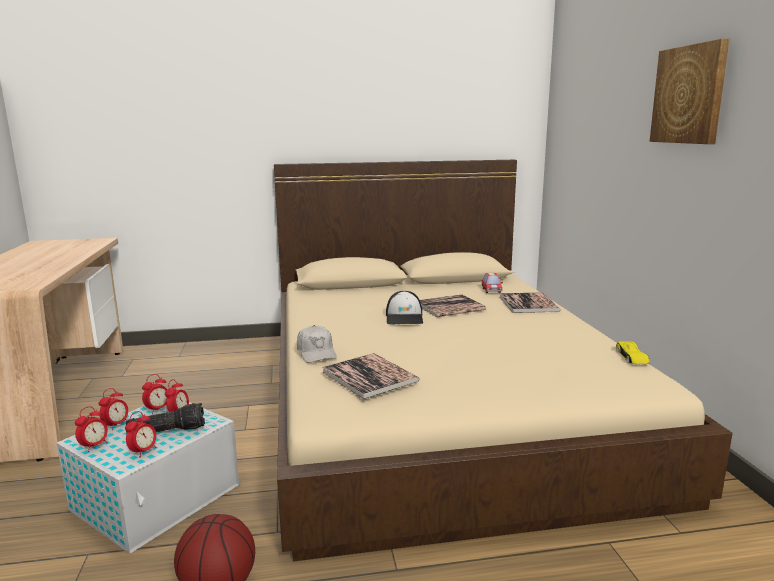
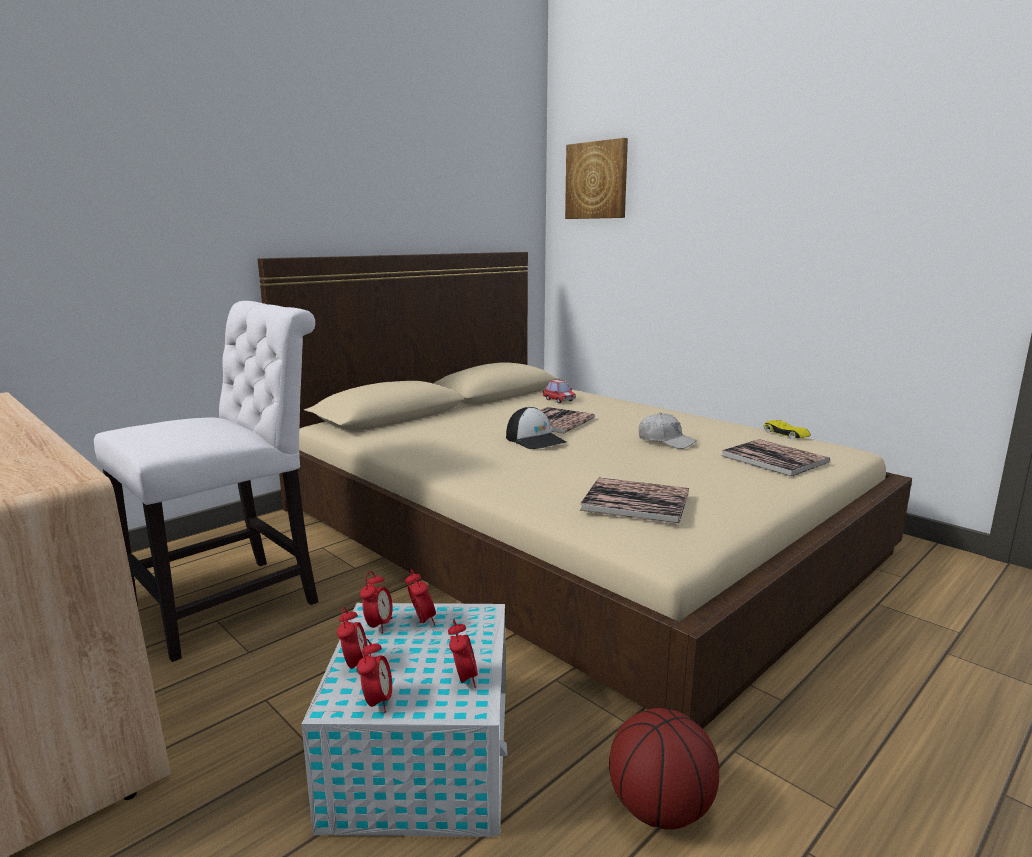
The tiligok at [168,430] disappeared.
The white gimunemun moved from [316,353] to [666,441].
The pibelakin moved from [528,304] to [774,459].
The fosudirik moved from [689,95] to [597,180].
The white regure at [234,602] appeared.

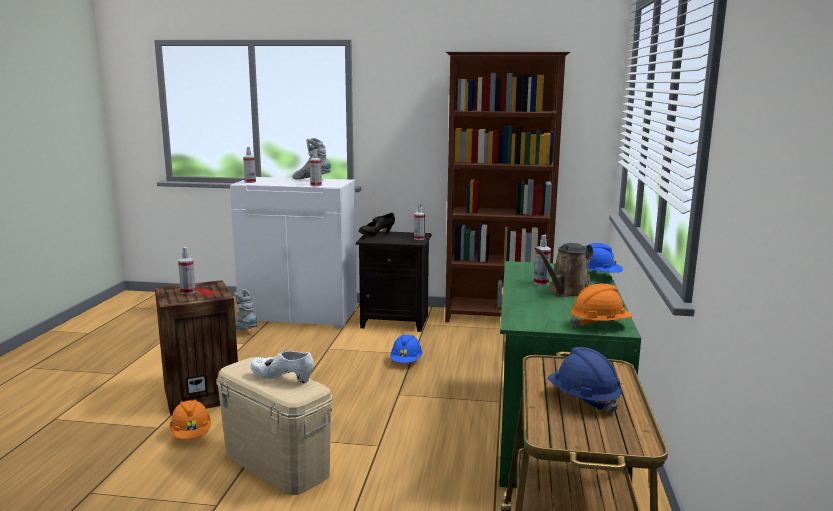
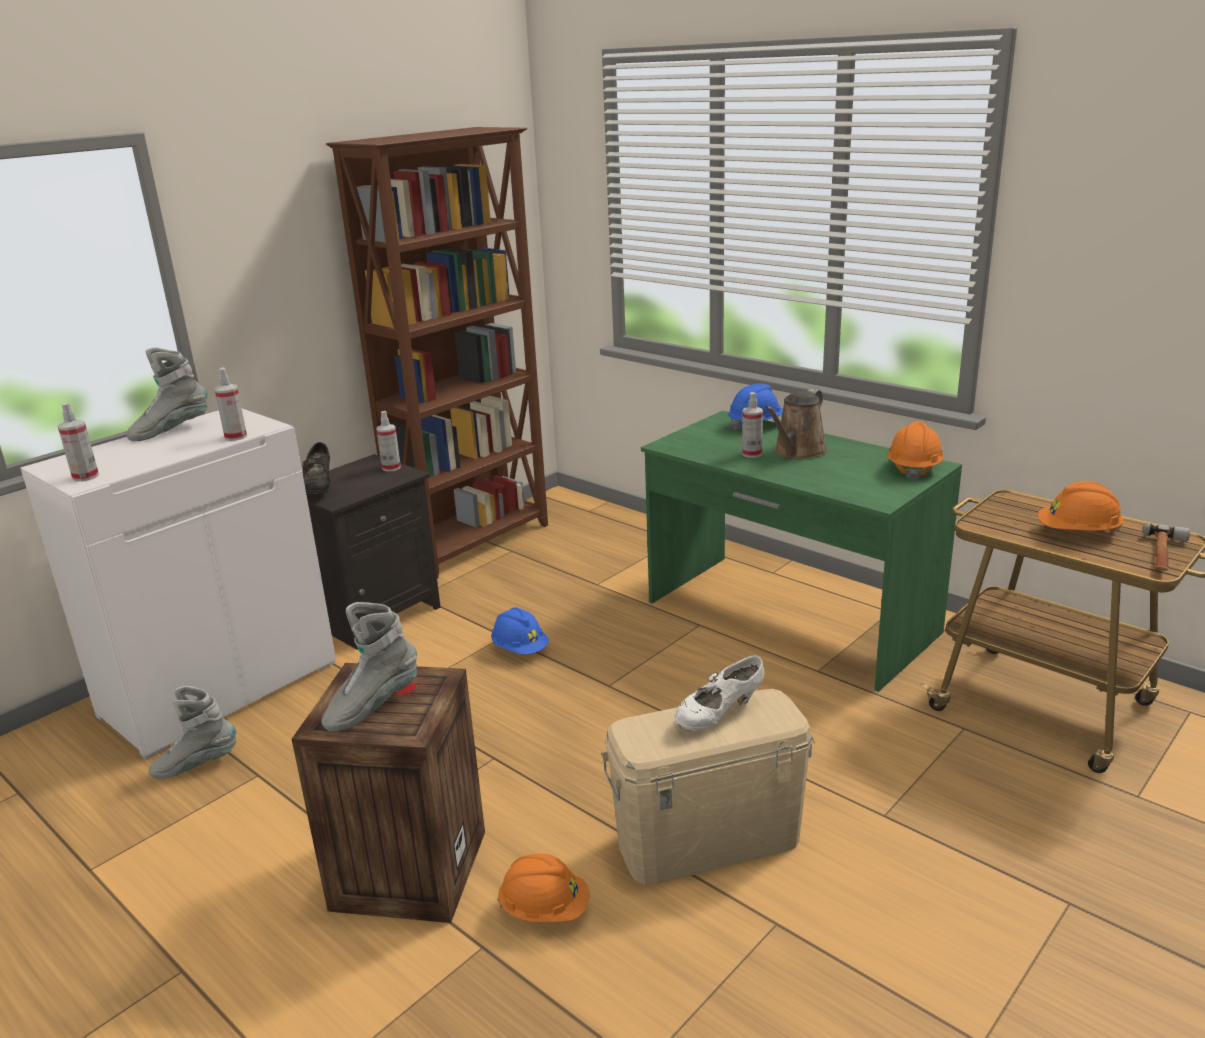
The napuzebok at [188,292] was replaced by the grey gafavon at [372,706].
The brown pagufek at [567,292] turned 45 degrees clockwise.
The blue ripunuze at [583,399] became the orange ripunuze at [1078,533].
The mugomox at [1163,554] appeared.

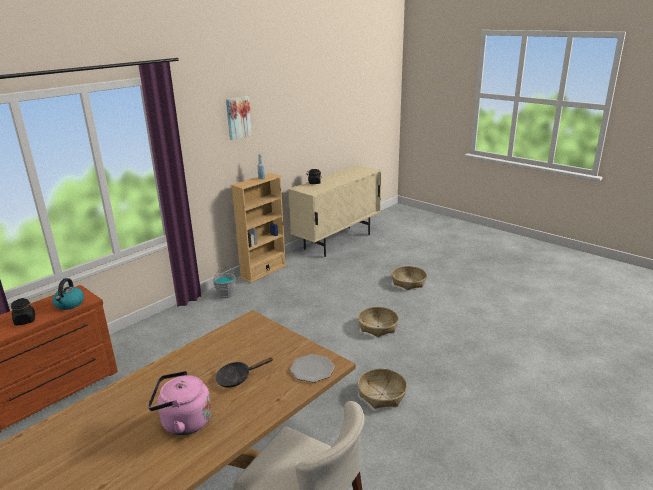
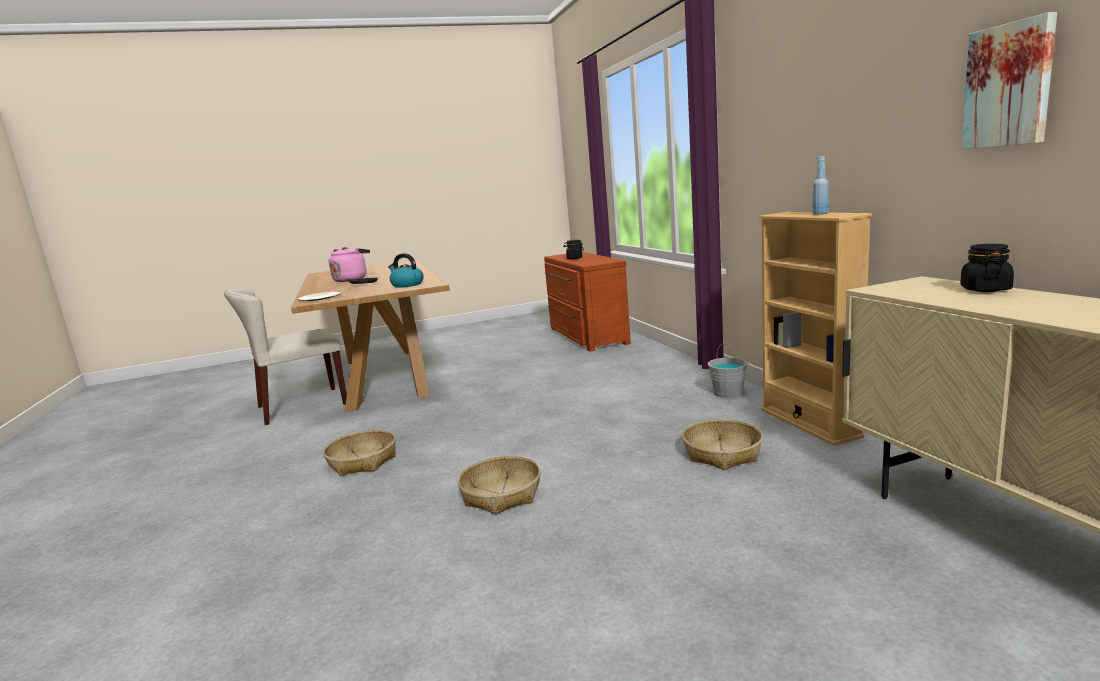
The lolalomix moved from [69,304] to [407,285].
The fosudirik moved from [238,117] to [1009,85].
The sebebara moved from [408,282] to [722,454].

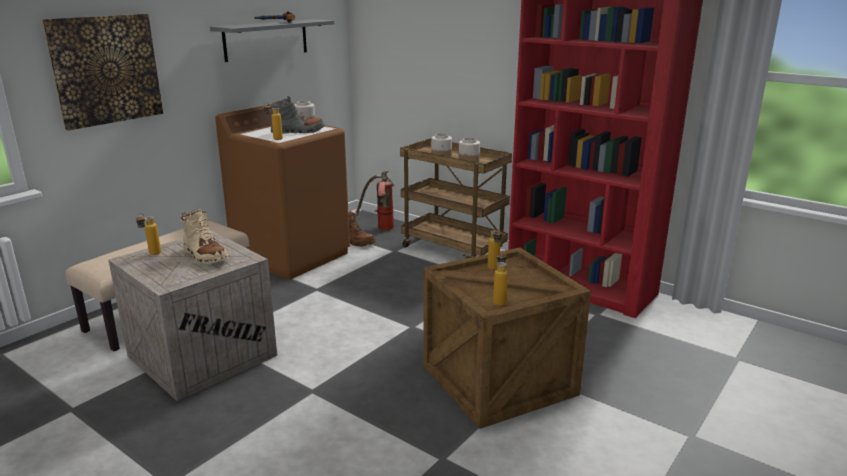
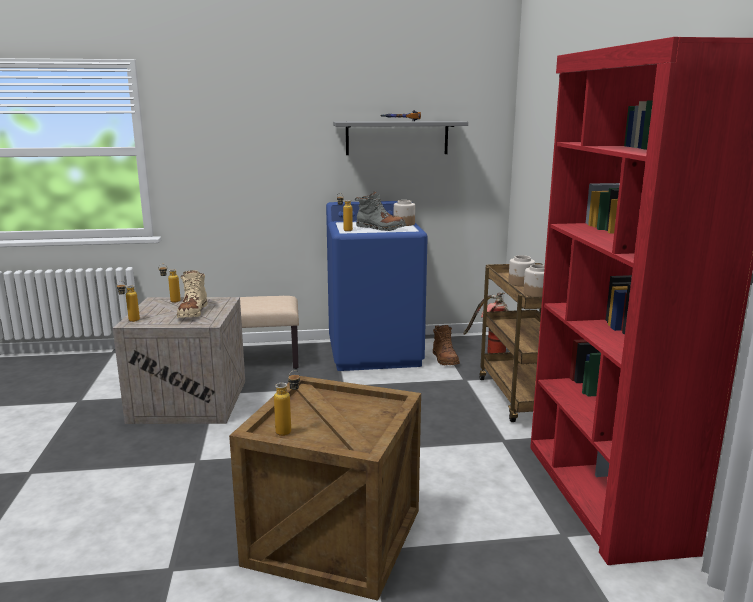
The fosudirik at [106,70] disappeared.
The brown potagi at [292,255] became the blue potagi at [375,352].
The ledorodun moved from [494,270] to [130,321].

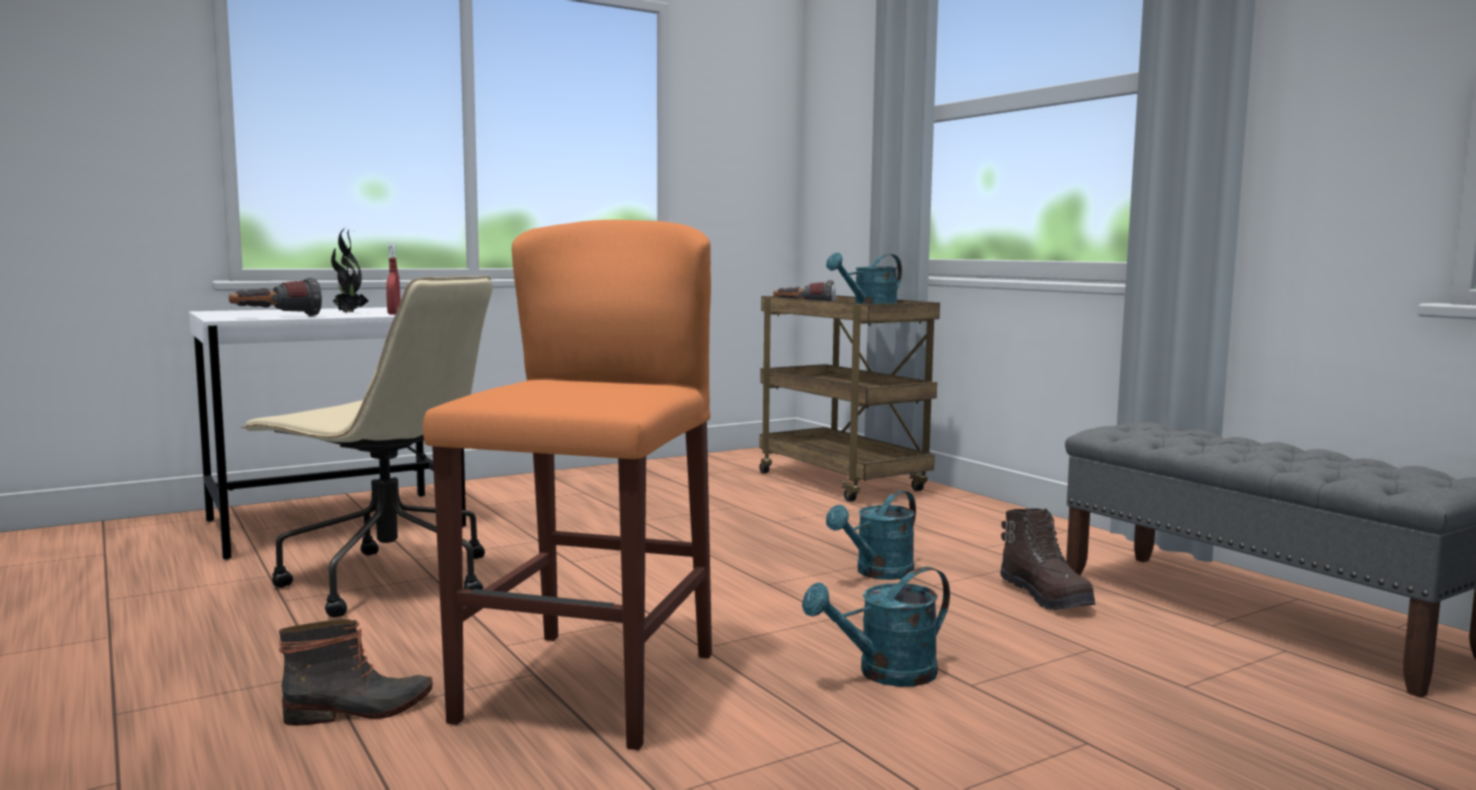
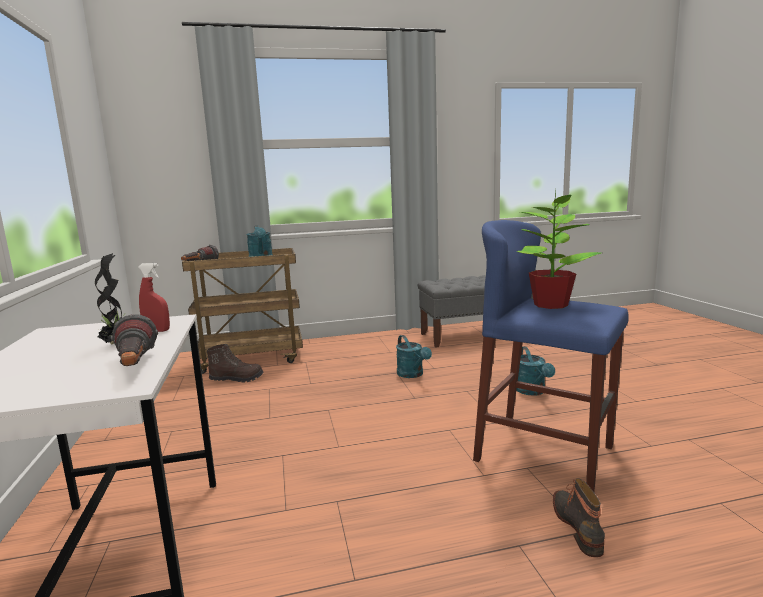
The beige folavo at [386,581] disappeared.
The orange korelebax at [588,687] became the blue korelebax at [544,453].
The brown gafavon moved from [1046,597] to [237,379].
The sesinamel at [551,304] appeared.

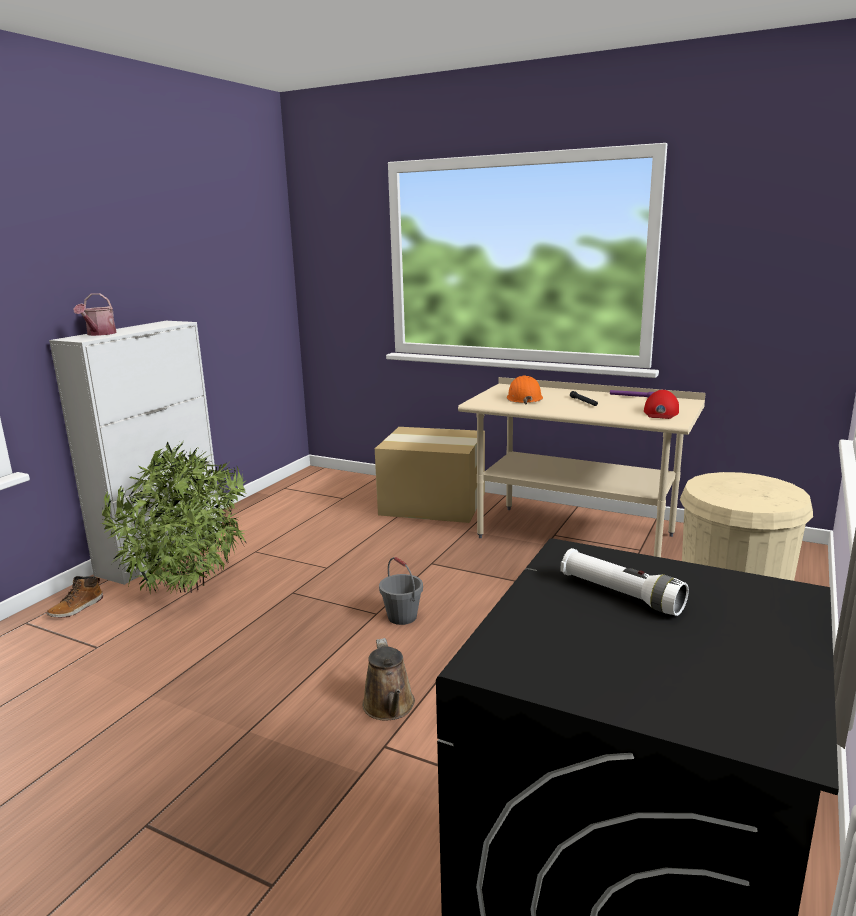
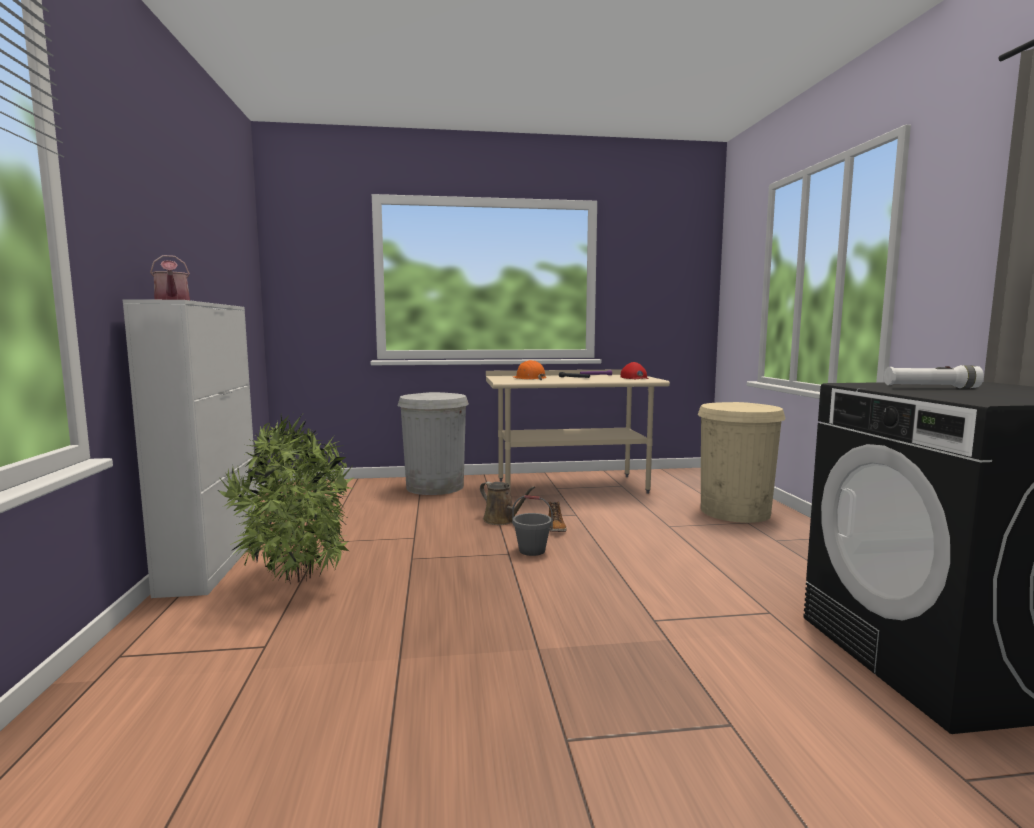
The gafavon moved from [77,608] to [556,527].
The brown pagufek moved from [389,707] to [502,520].
The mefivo at [431,503] was replaced by the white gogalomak at [434,487].

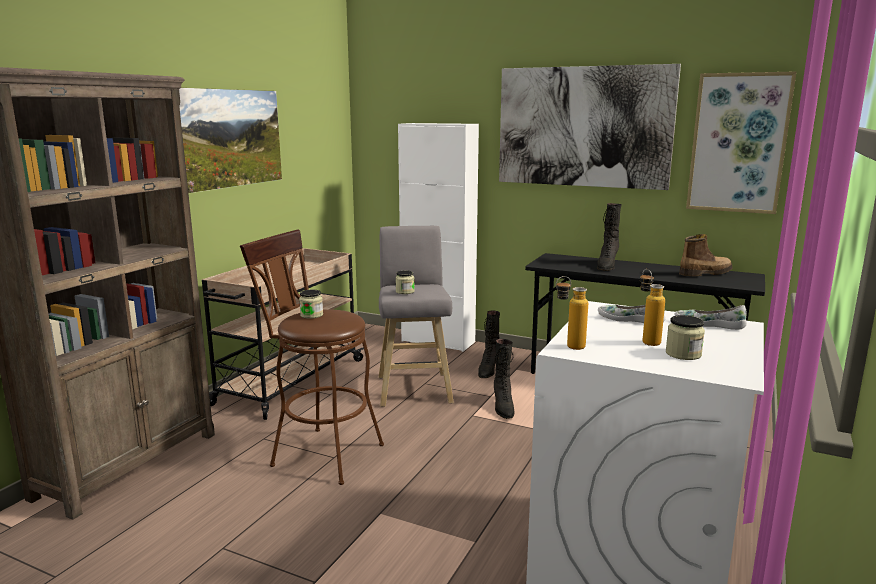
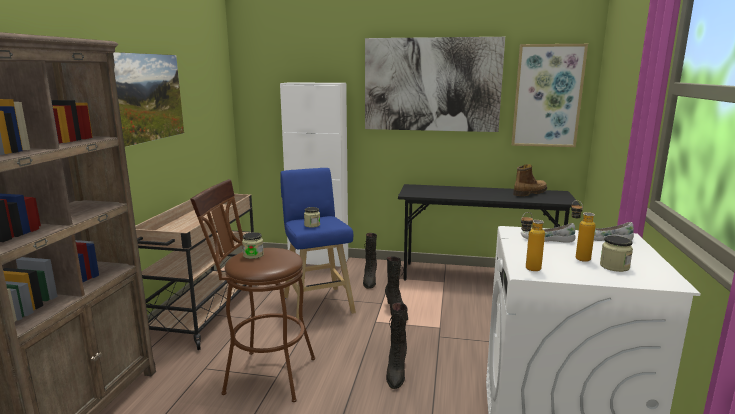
The grey korelebax at [414,387] became the blue korelebax at [317,303].
The black gafavon moved from [606,266] to [396,372].

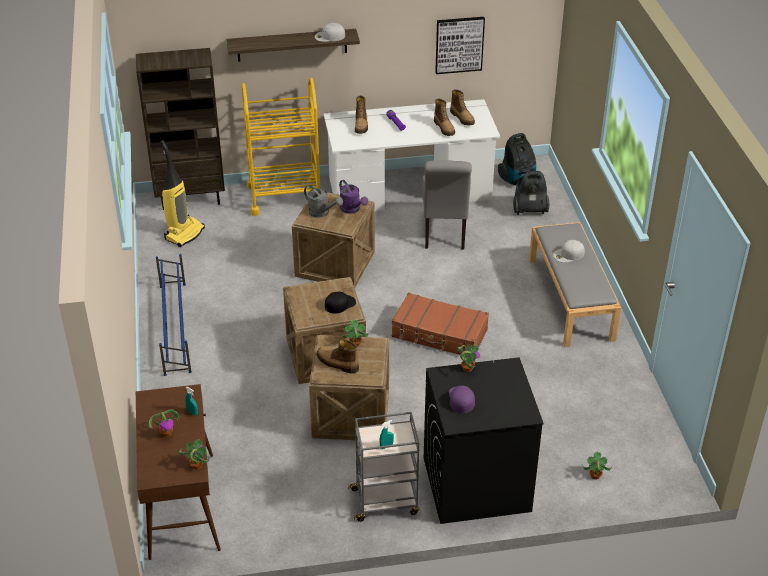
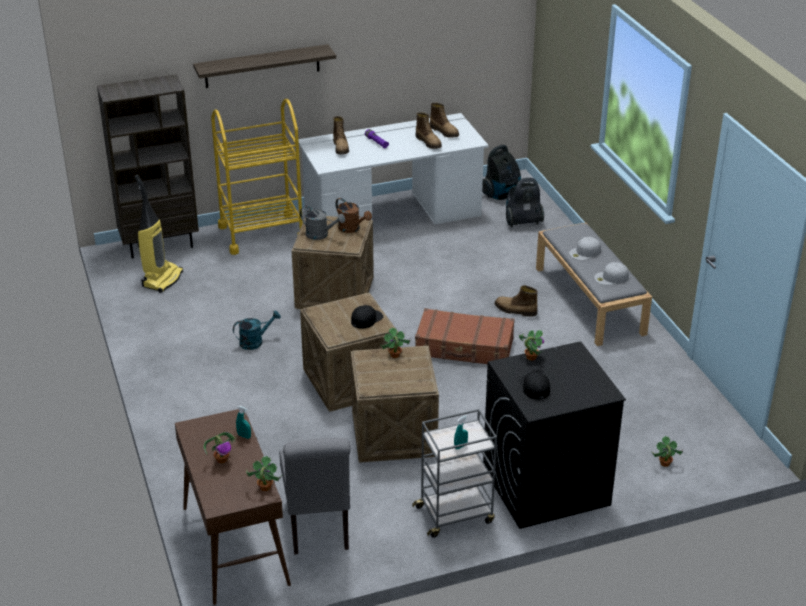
The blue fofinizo at [175,327] disappeared.
The white gimunemun moved from [329,36] to [611,278].
The gafavon moved from [337,363] to [515,310].
The purple pagufek at [352,209] became the brown pagufek at [352,229].
The grey regure moved from [444,234] to [318,527].
The fosudirik at [459,44] disappeared.
The purple gimunemun at [461,399] became the black gimunemun at [534,386].
The turquoise pagufek at [255,341] appeared.

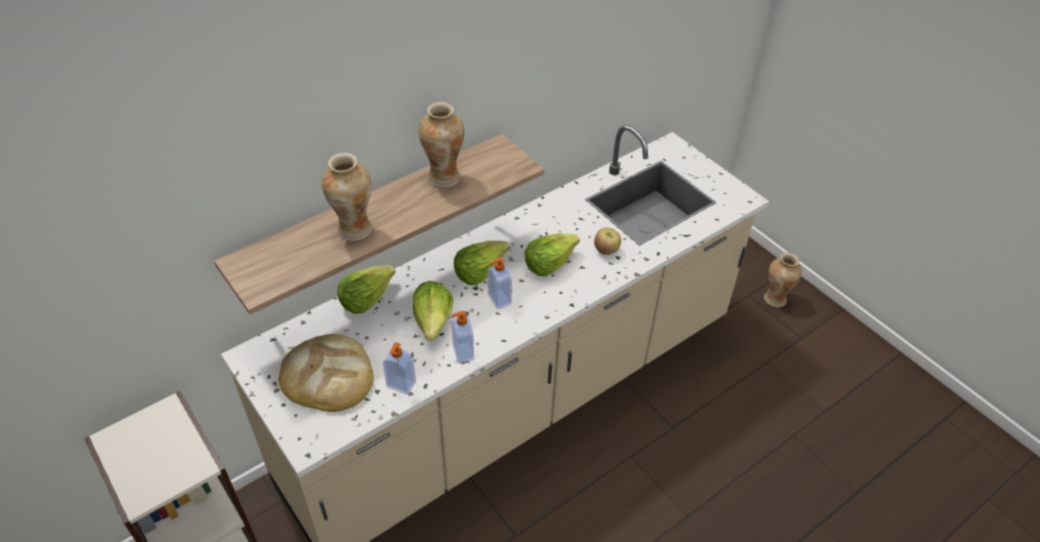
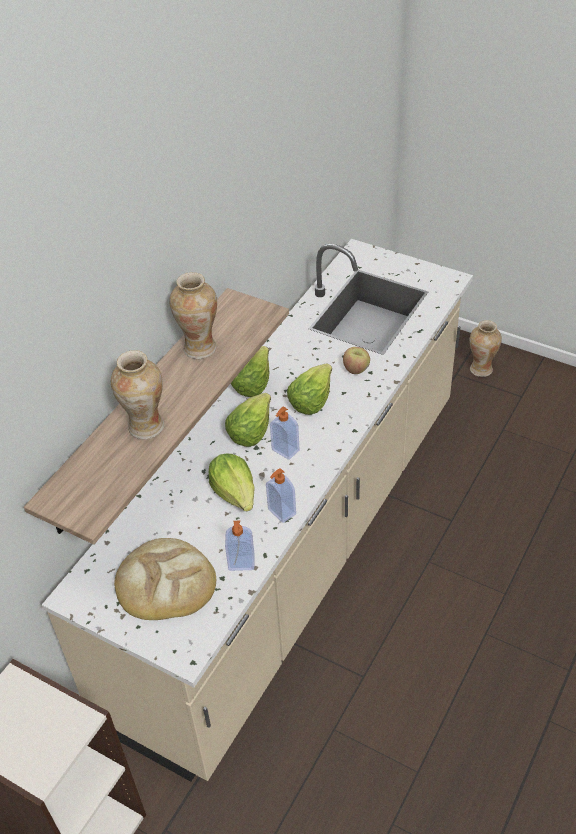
The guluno moved from [366,298] to [252,382].

